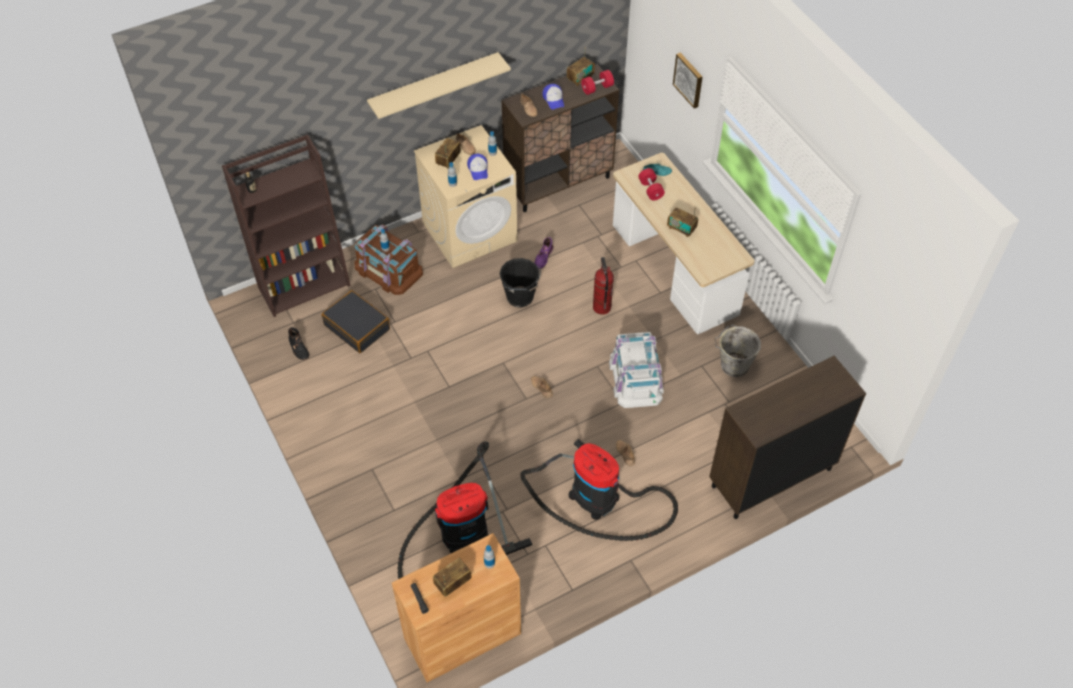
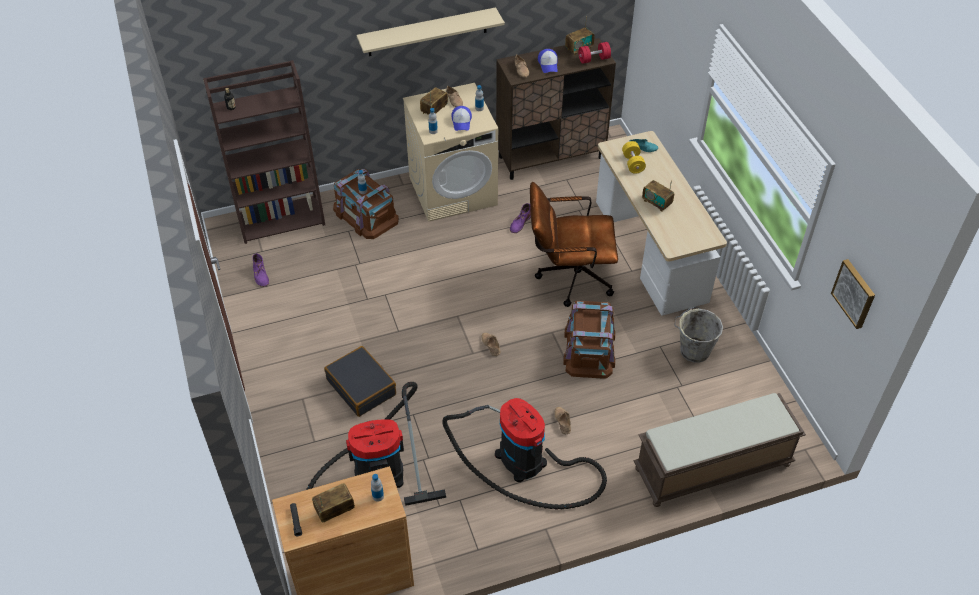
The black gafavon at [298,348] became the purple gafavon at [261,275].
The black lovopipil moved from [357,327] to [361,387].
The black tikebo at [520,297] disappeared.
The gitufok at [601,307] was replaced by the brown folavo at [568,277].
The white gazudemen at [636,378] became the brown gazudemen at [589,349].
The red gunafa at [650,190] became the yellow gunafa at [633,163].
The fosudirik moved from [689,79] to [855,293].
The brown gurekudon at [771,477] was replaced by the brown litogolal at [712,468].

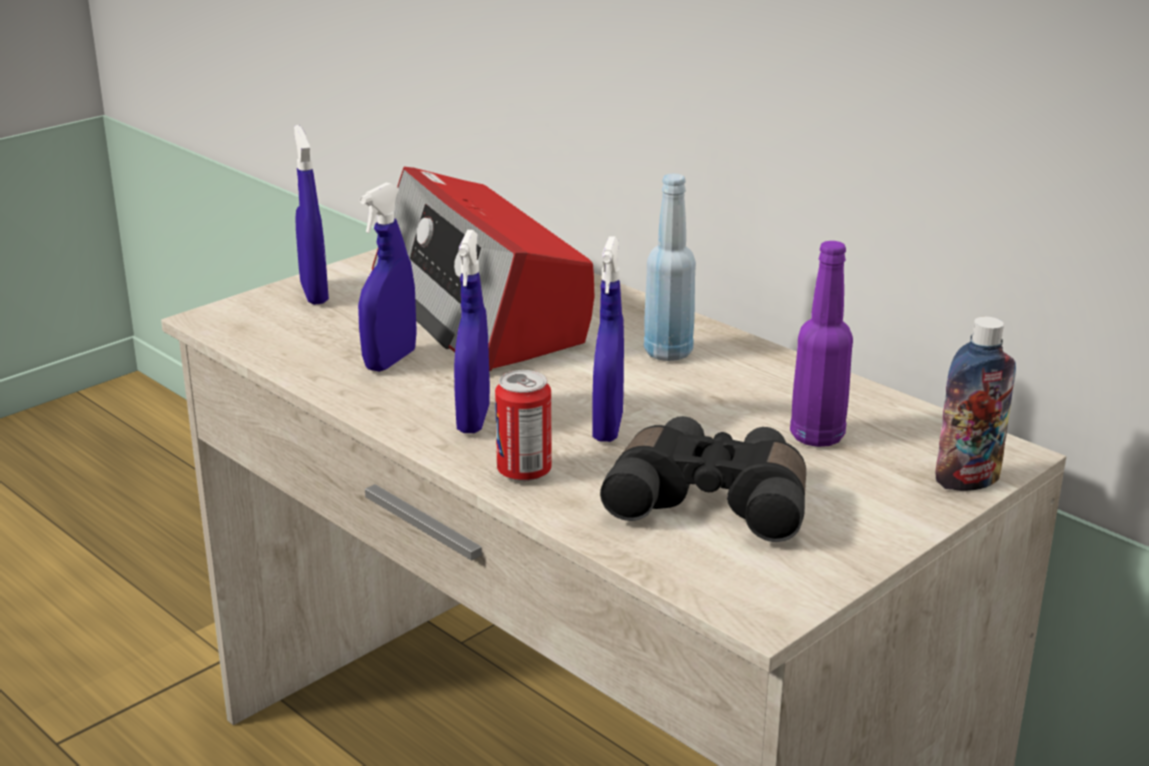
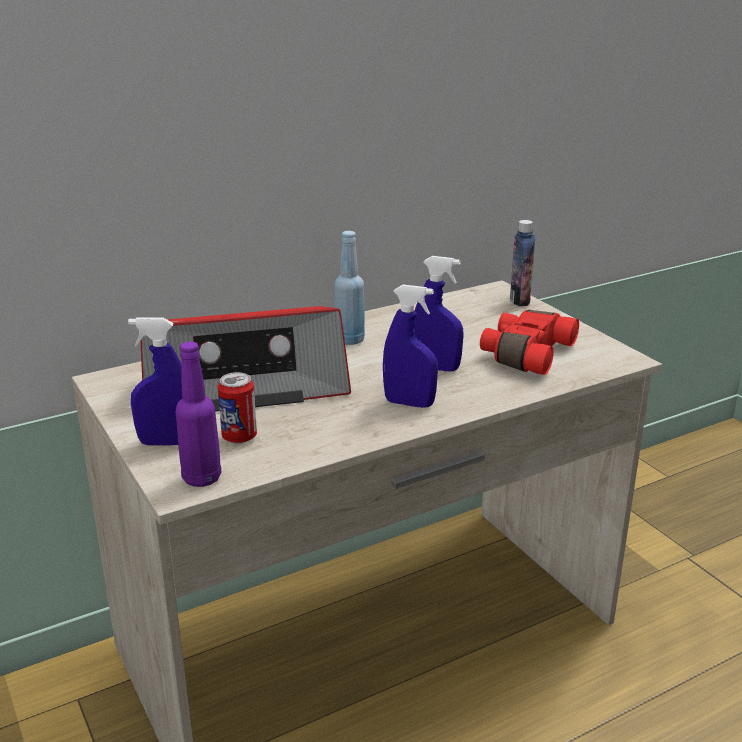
The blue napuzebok at [390,361] disappeared.
The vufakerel moved from [524,472] to [239,437].
The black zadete at [712,500] became the red zadete at [524,354].
The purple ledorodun moved from [816,436] to [201,478].

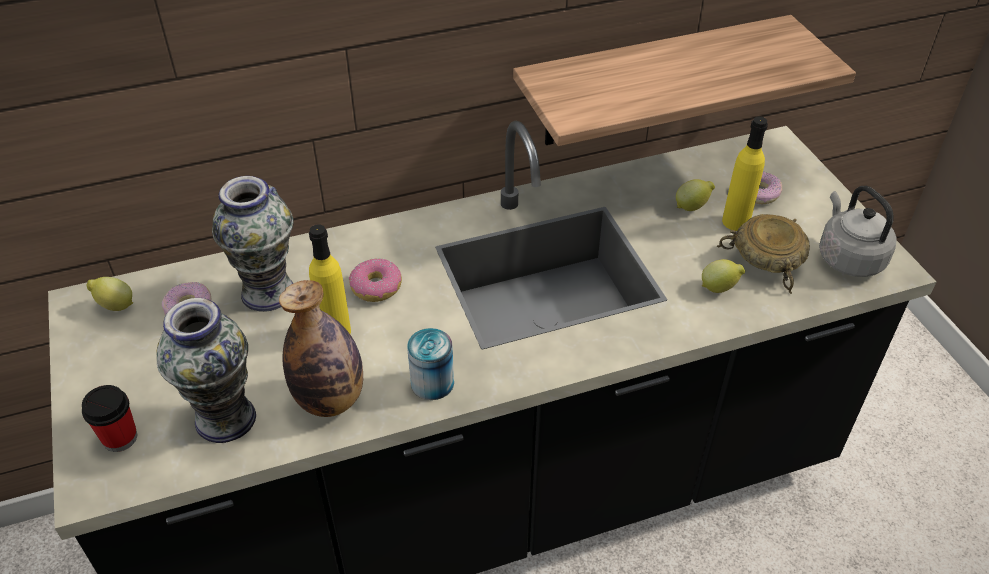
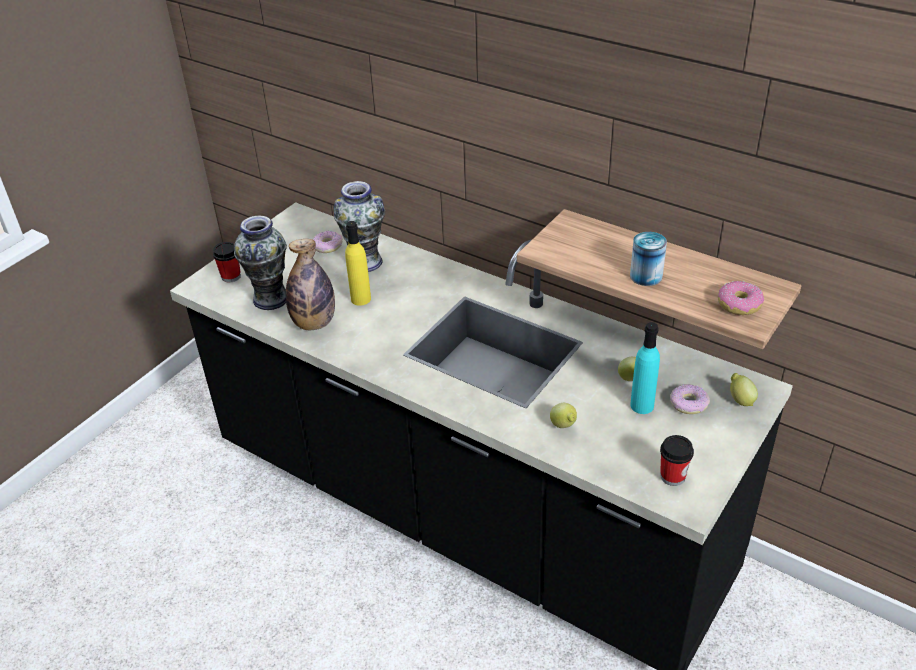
The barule moved from [115,306] to [740,400].
The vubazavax moved from [376,287] to [739,305].
The vufakerel moved from [432,383] to [646,276].
The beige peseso at [765,260] disappeared.
The yellow ledorodun at [735,222] became the turquoise ledorodun at [642,405].
The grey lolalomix at [848,257] was replaced by the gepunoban at [672,476].

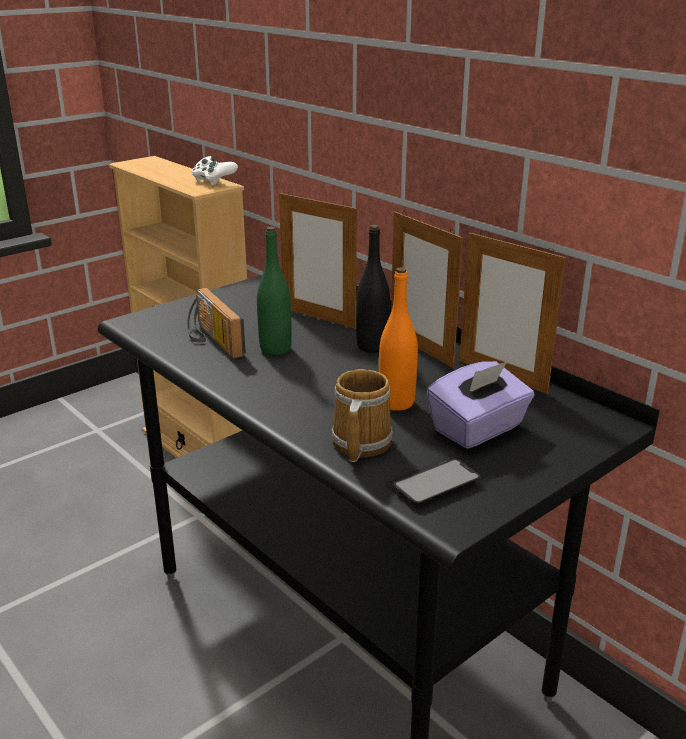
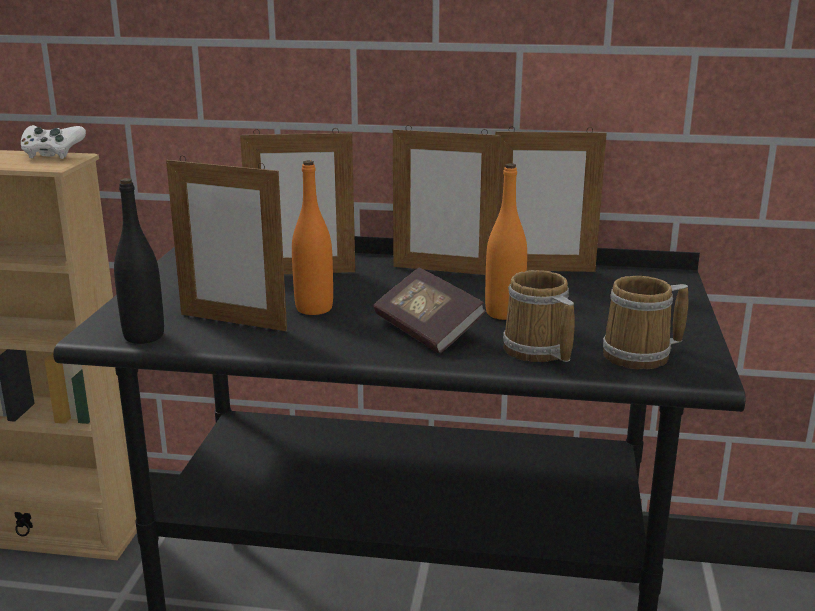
The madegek at [211,341] was replaced by the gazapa at [233,322].
The green ledorodun at [275,349] became the orange ledorodun at [314,308].
The black ledorodun moved from [372,346] to [144,336].
The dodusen at [432,483] was replaced by the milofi at [641,355].
The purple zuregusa at [478,429] disappeared.
The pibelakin at [428,330] appeared.

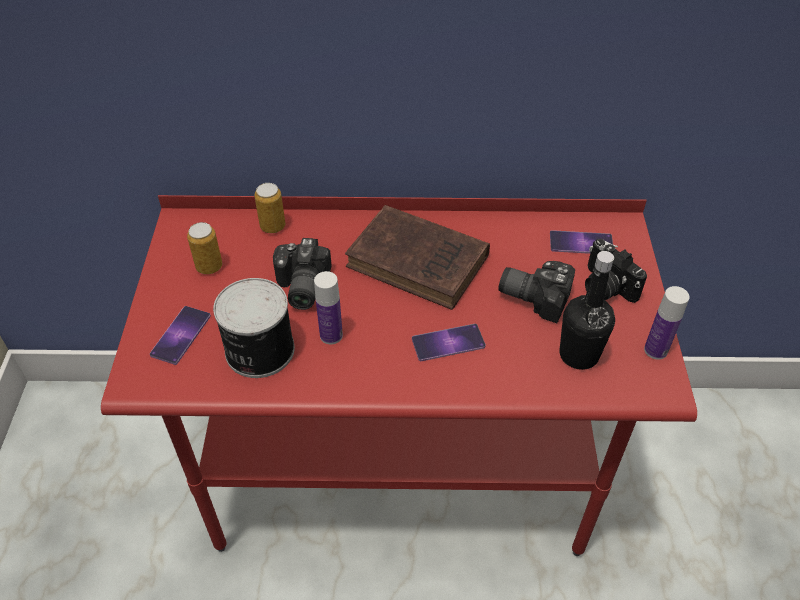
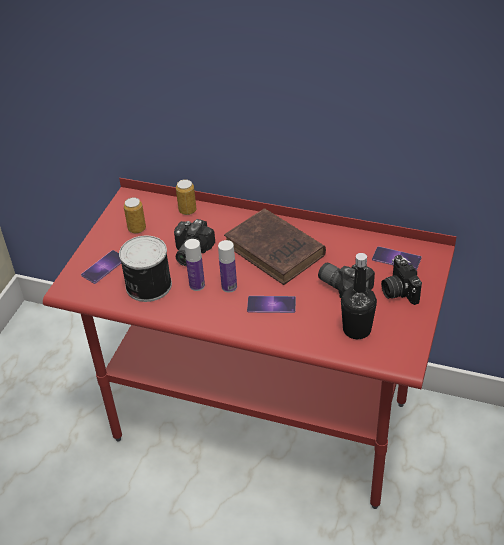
The ledorodun moved from [655,350] to [229,287].

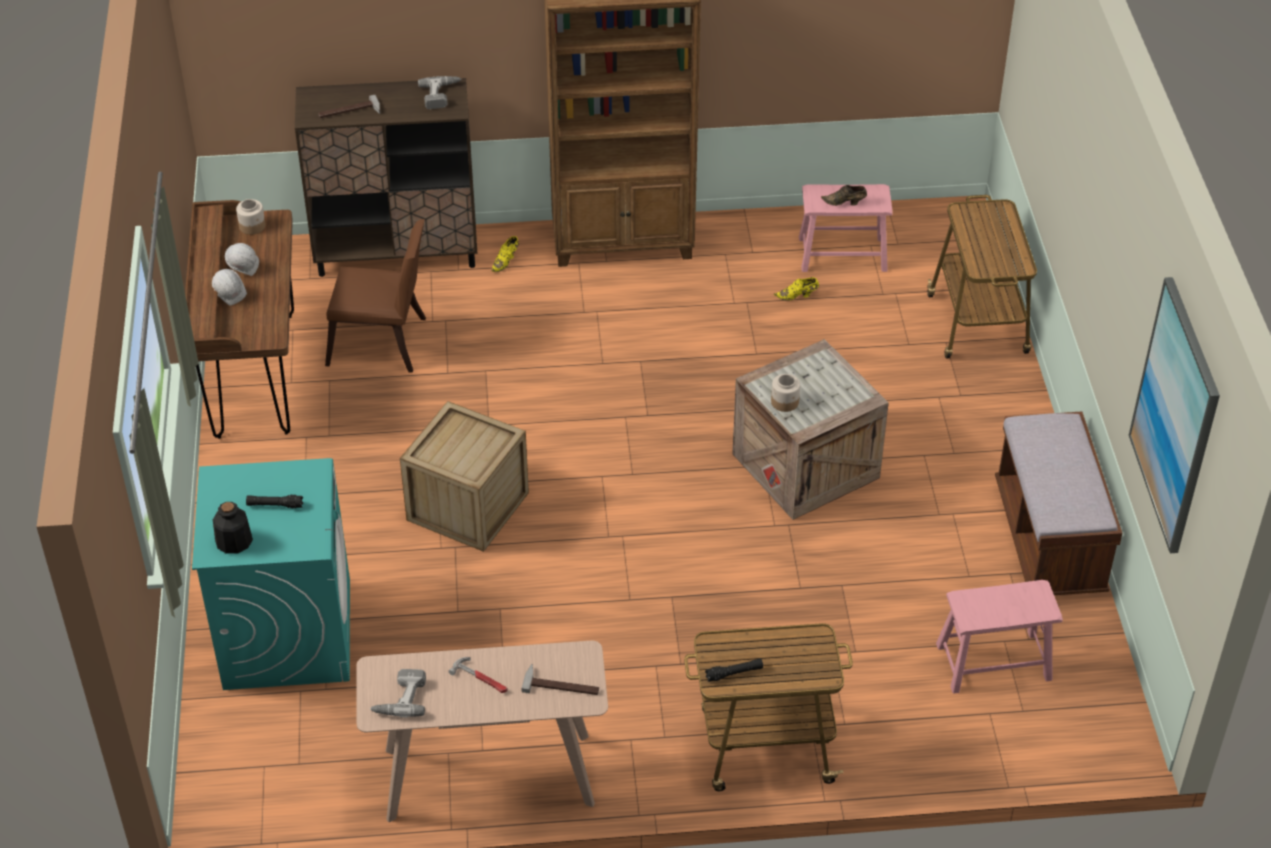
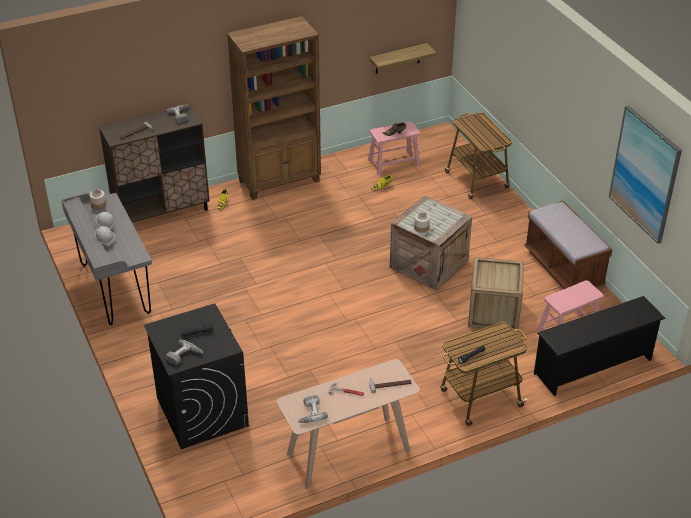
The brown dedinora at [254,375] became the grey dedinora at [114,289].
The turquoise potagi at [287,633] became the black potagi at [202,411].
The ledorodun at [234,541] was replaced by the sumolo at [184,356].
The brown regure at [383,344] disappeared.
The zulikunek moved from [468,506] to [494,312].
The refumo at [397,58] appeared.
The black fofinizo at [593,367] appeared.

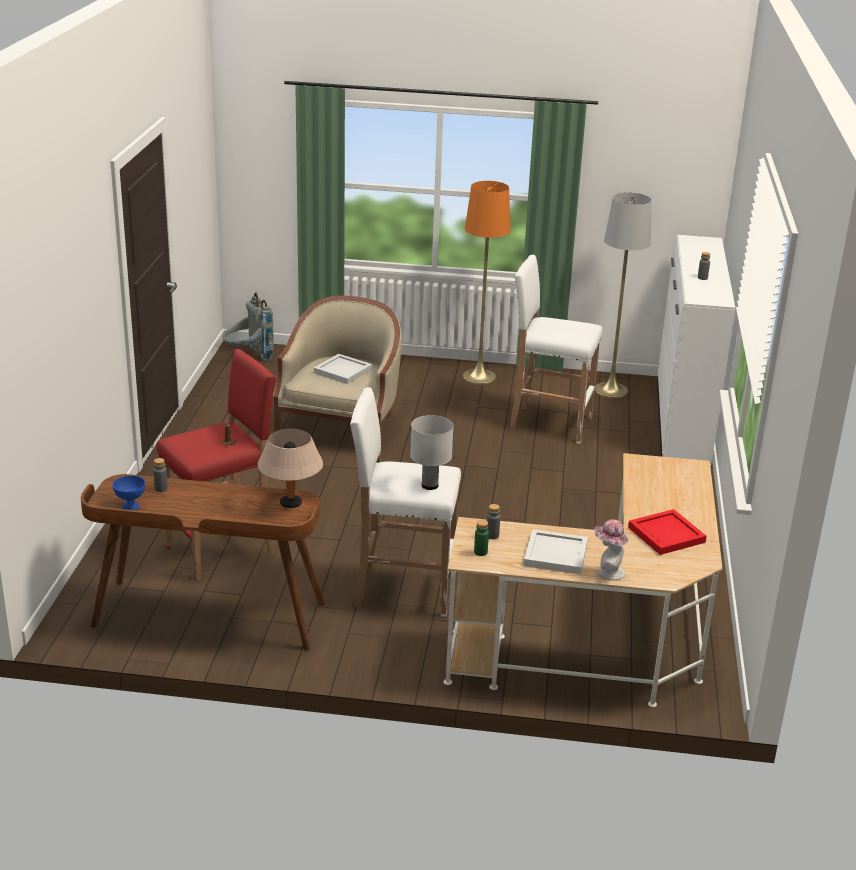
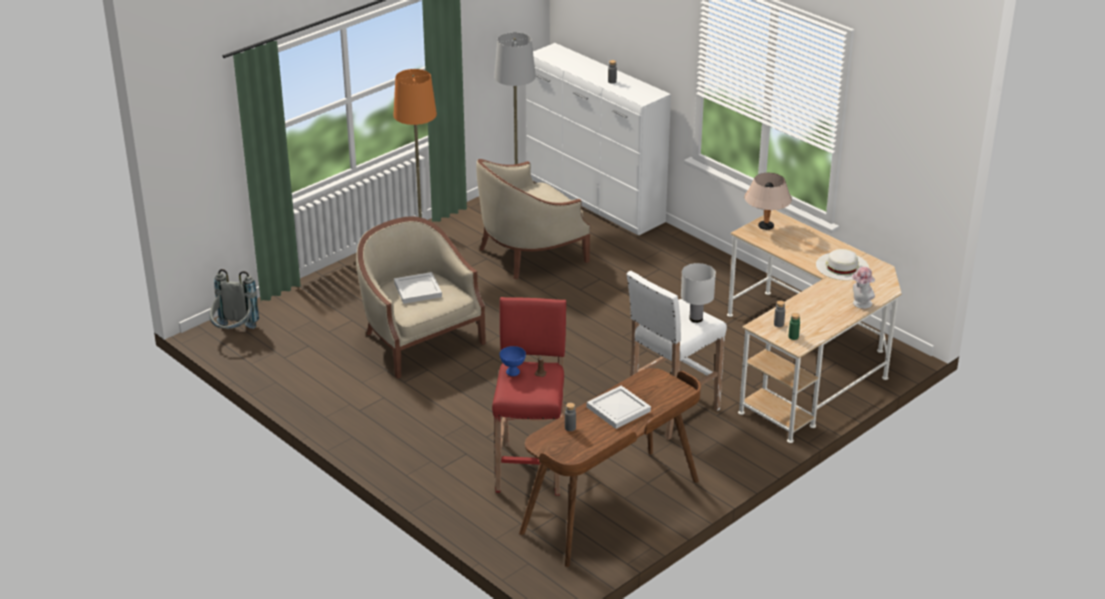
The blue peseso moved from [131,508] to [513,372].
The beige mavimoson moved from [290,503] to [765,226].
The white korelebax at [548,424] was replaced by the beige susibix at [529,253].
The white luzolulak moved from [555,554] to [617,409].
The red luzolulak at [666,535] was replaced by the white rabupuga at [842,266].

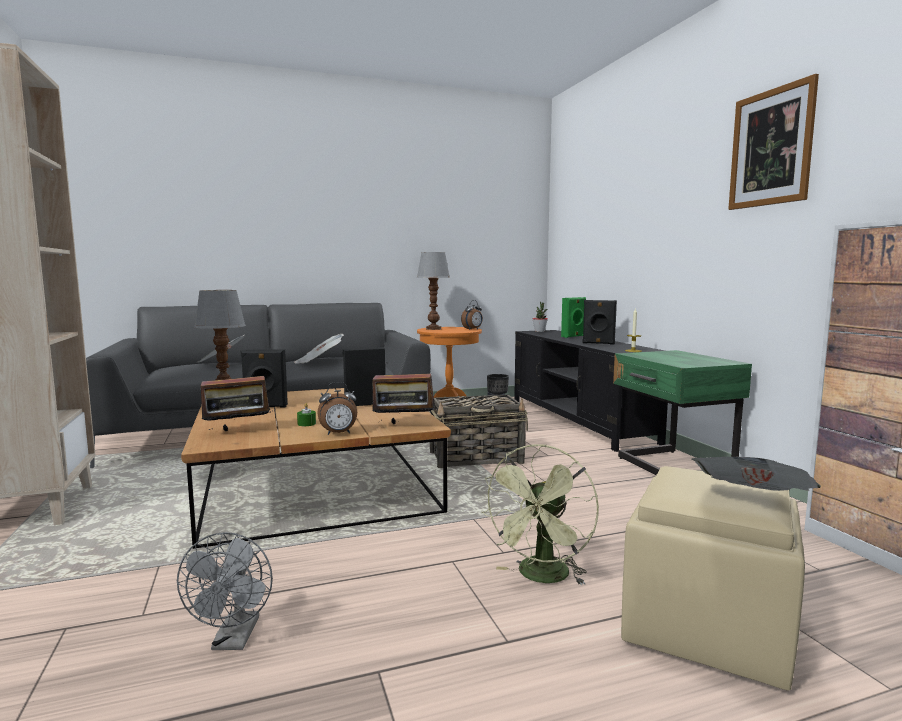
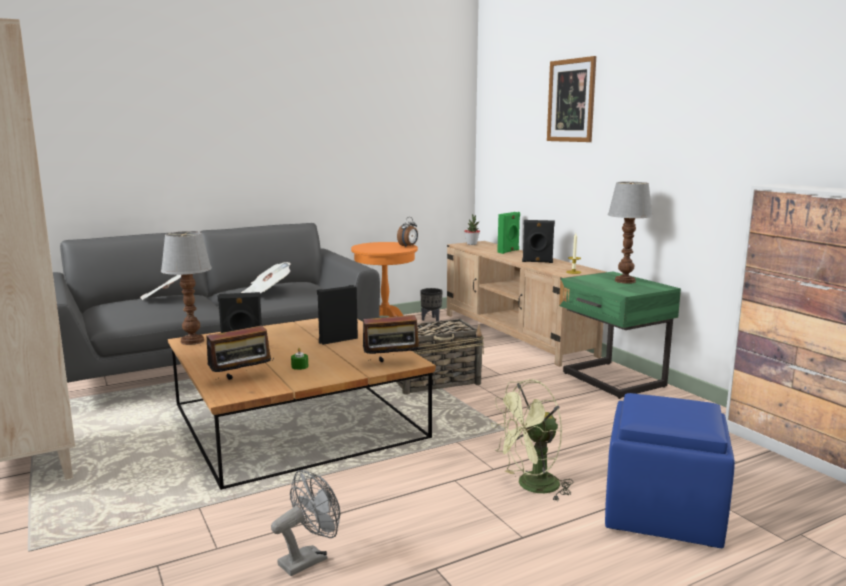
The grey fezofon at [234,640] turned 120 degrees counterclockwise.
The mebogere at [338,433] disappeared.
The mavimoson moved from [433,329] to [625,281].
The green fezofon at [541,577] turned 45 degrees clockwise.
The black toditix at [579,420] became the beige toditix at [516,334].
The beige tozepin at [705,628] became the blue tozepin at [661,513].
The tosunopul at [752,504] disappeared.
The fosudirik moved from [771,148] to [571,100].

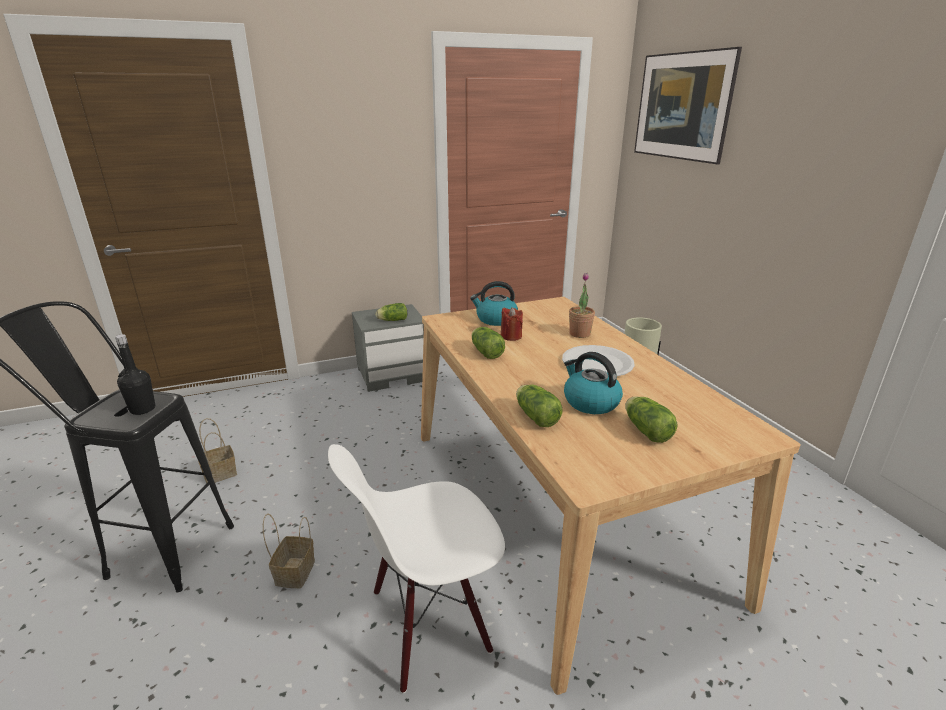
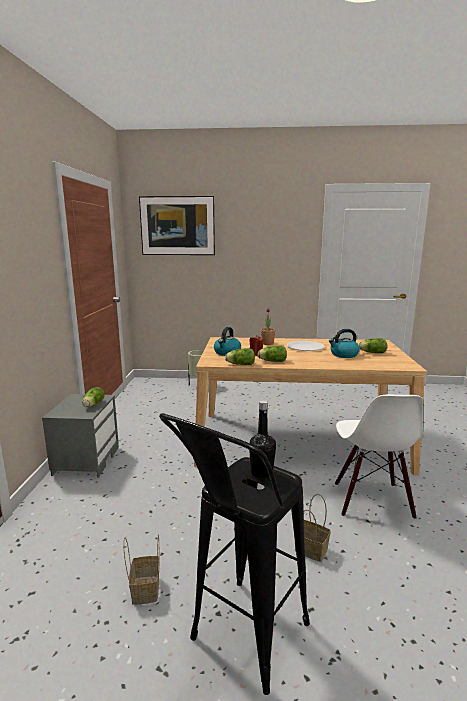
The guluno moved from [535,416] to [239,364].

